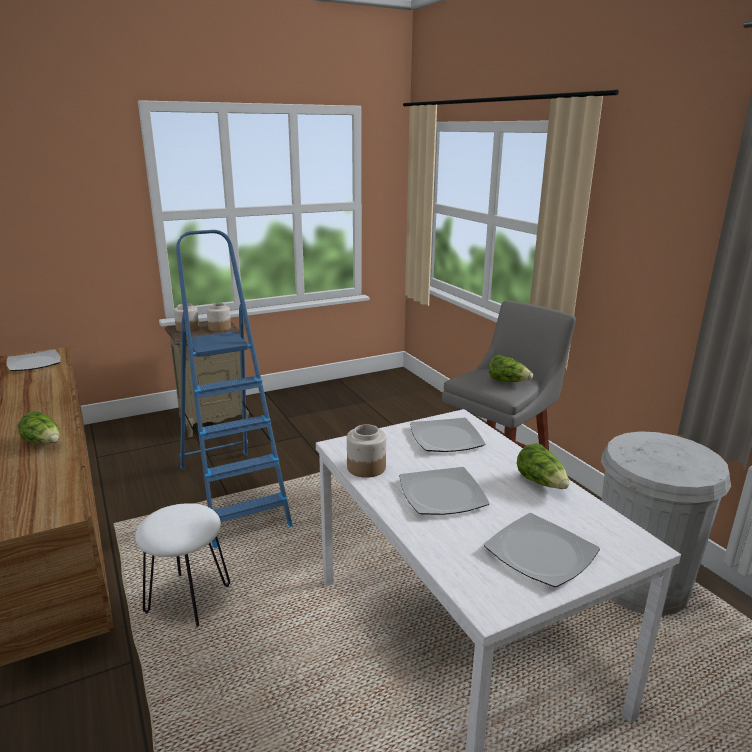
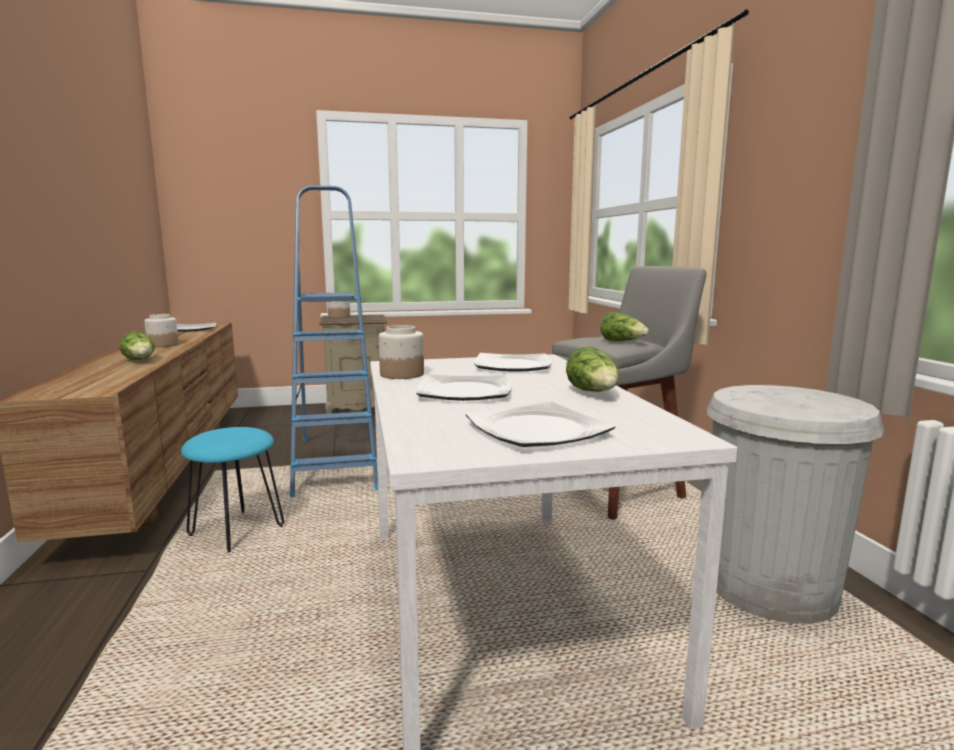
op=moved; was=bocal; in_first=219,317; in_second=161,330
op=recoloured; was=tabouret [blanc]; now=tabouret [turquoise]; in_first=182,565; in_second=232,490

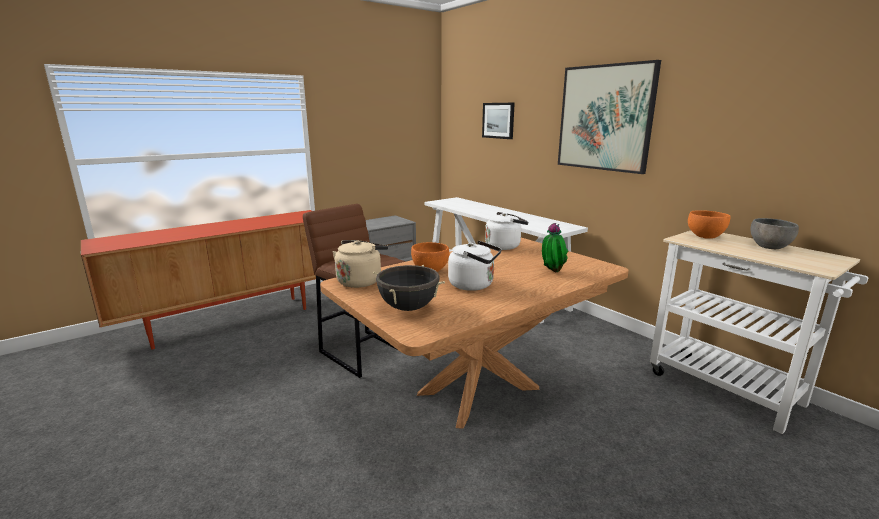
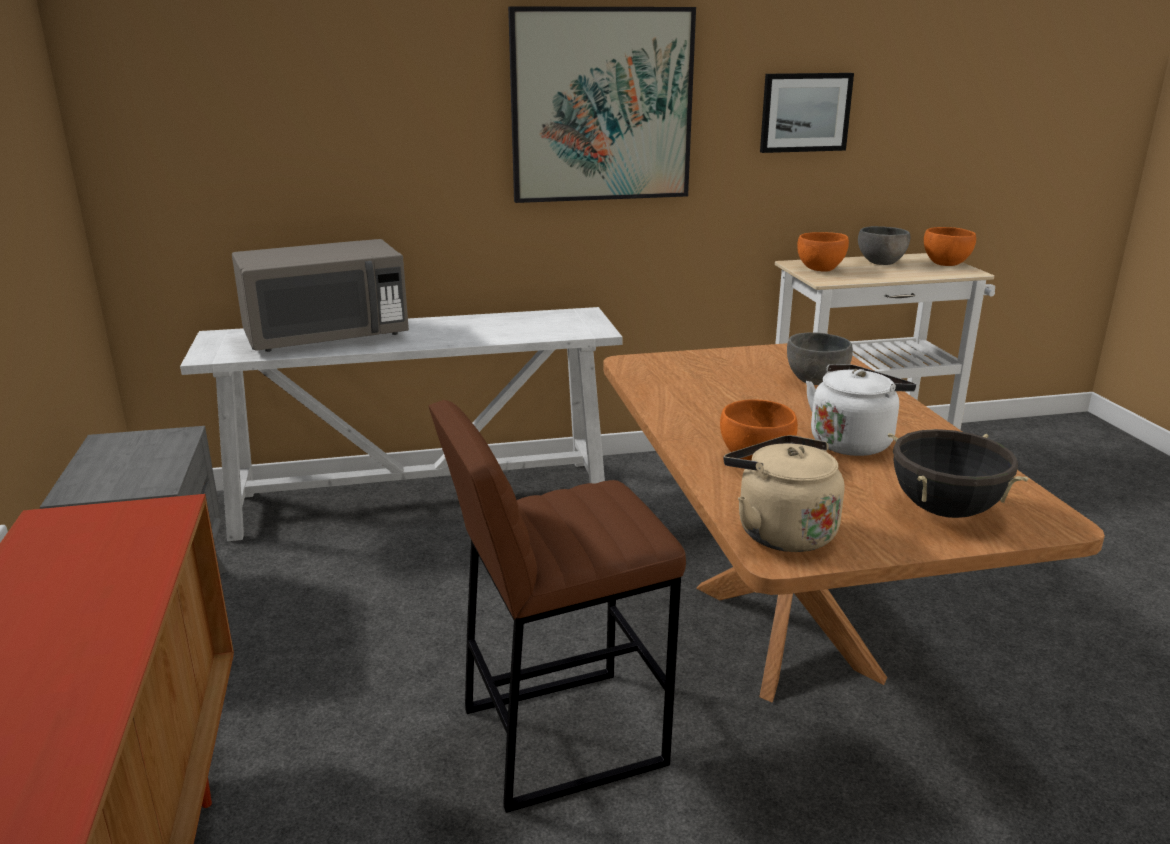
op=removed; was=bouilloire [blanc]; in_first=506,231
op=added; now=micro-ondes [gris]; in_second=320,295
op=added; now=bol [orange]; in_second=950,246
op=moved; was=tableau; in_first=498,121; in_second=807,113
op=replaced; was=plante en pot; now=bol [gris]; in_first=555,247; in_second=820,358

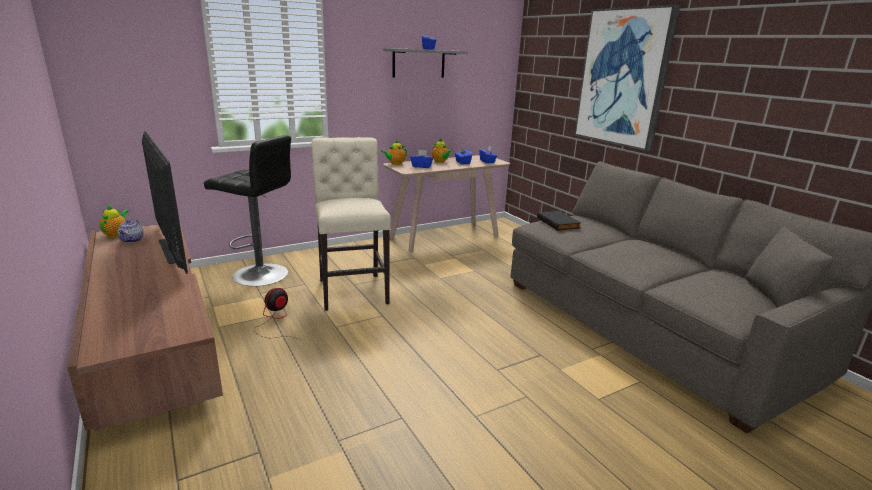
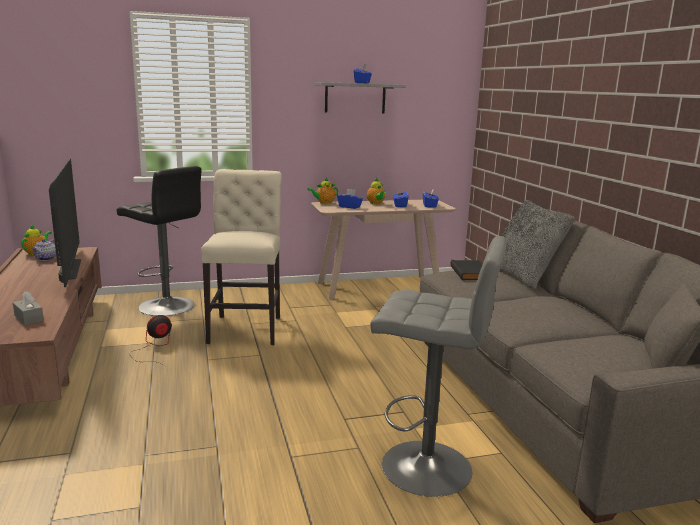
op=removed; was=tableau; in_first=627,78
op=added; now=boîte à mouchoirs [gris]; in_second=28,308
op=added; now=tabouret [gris]; in_second=438,366
op=added; now=coussin [gris]; in_second=537,244

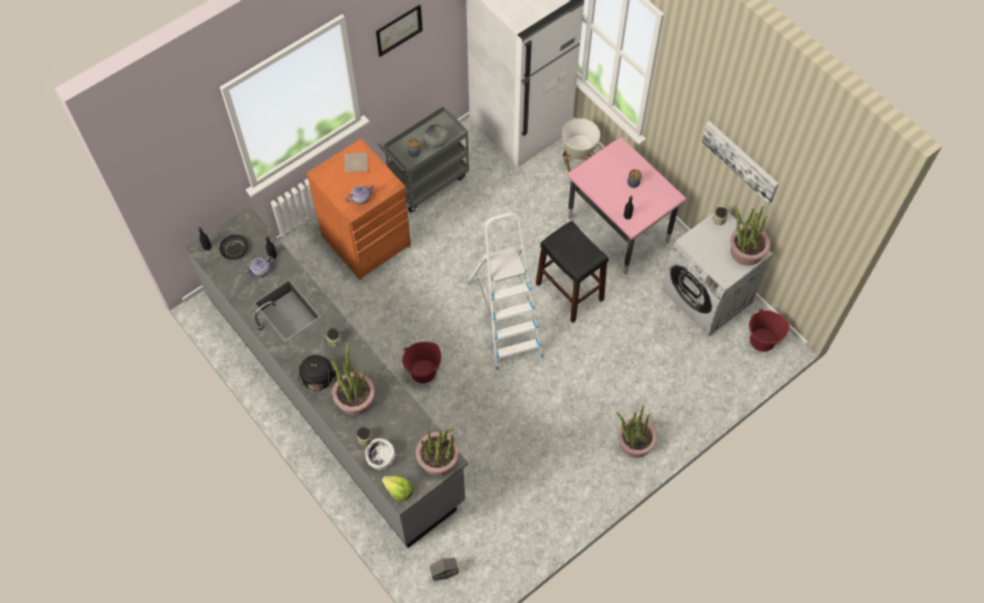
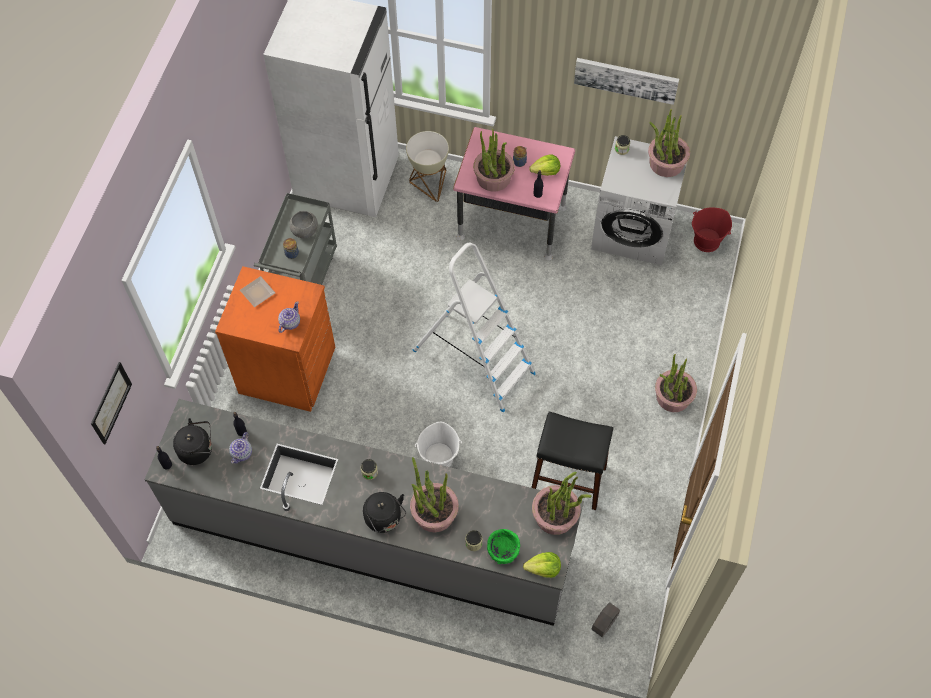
op=added; now=plante en pot; in_second=494,160
op=added; now=laitue; in_second=544,165
op=moved; was=tableau; in_first=399,31; in_second=111,403
op=moved; was=tabouret [noir]; in_first=572,271; in_second=572,460
op=replaced; was=assiette [noir]; now=bouilloire [noir]; in_first=233,247; in_second=192,441
op=recoloured; was=bol [blanc]; now=bol [vert]; in_first=380,454; in_second=503,546
op=recoloured; was=seau [rouge]; now=seau [blanc]; in_first=421,362; in_second=438,444

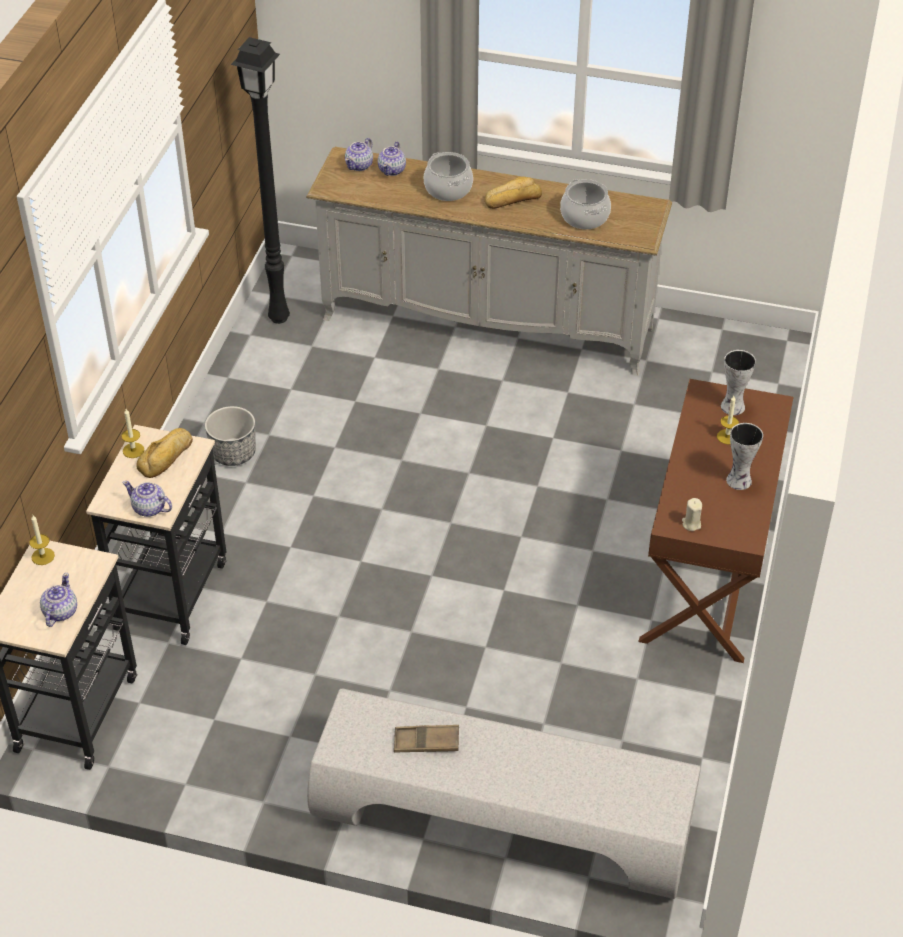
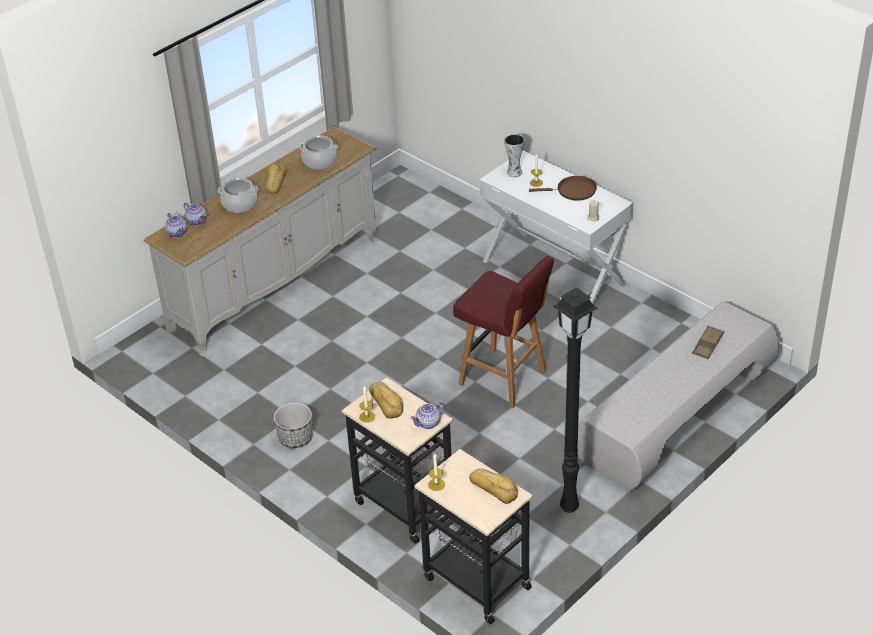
op=added; now=tabouret [rouge]; in_second=503,332
op=moved; was=lampadaire [noir]; in_first=260,180; in_second=575,400
op=moved; was=plateau [marron]; in_first=426,739; in_second=708,342
op=replaced; was=théière; now=pain; in_first=58,600; in_second=493,486
op=replaced; was=vase; now=poêle [marron]; in_first=744,456; in_second=563,188
op=recoloured; was=table console [marron]; now=table console [blanc]; in_first=716,521; in_second=556,227

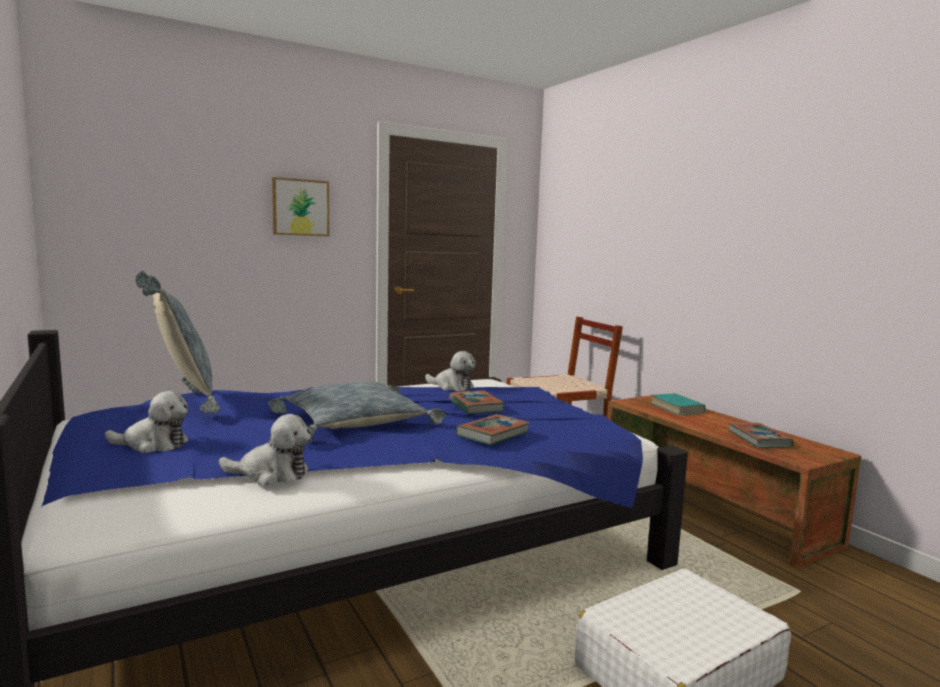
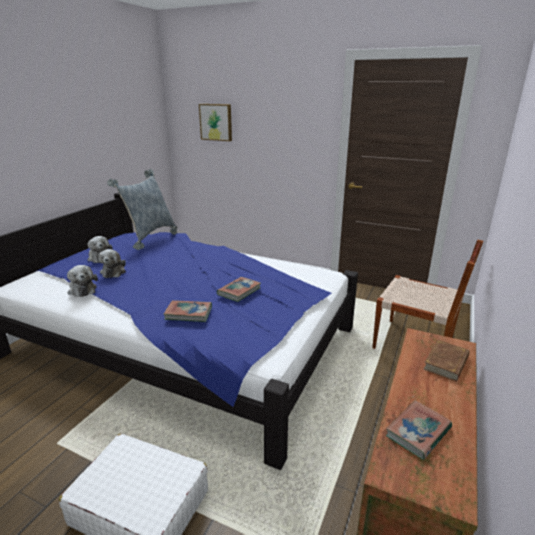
op=removed; was=coussin; in_first=357,412
op=moved; was=tableau; in_first=300,206; in_second=215,122
op=moved; was=peluche; in_first=450,371; in_second=112,263
op=recoloured; was=livre [turquoise]; now=livre [marron]; in_first=678,404; in_second=446,361

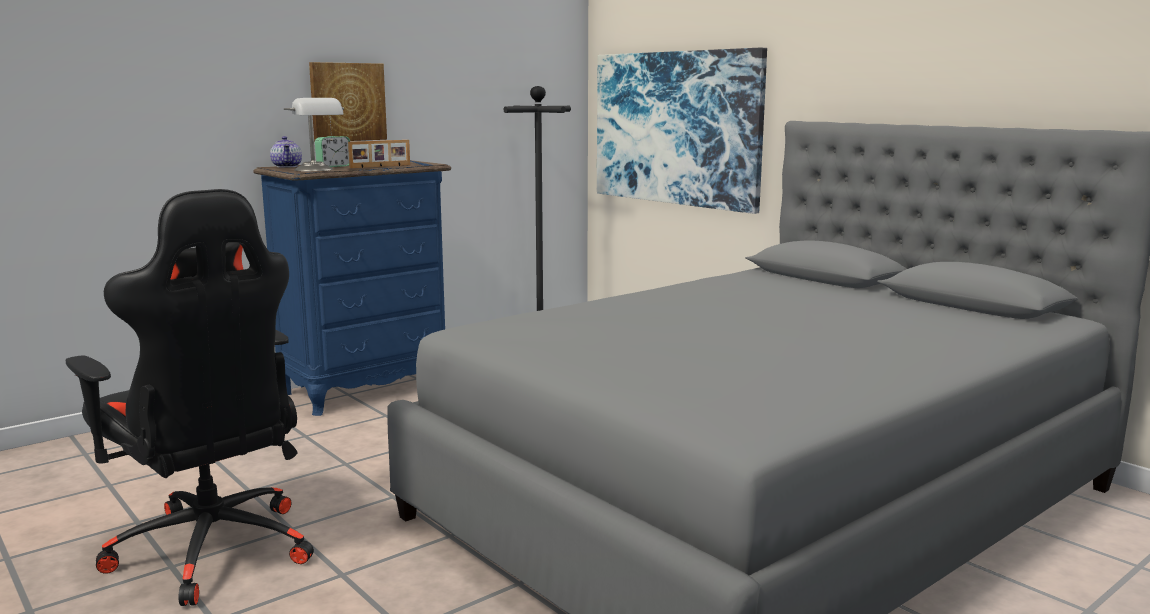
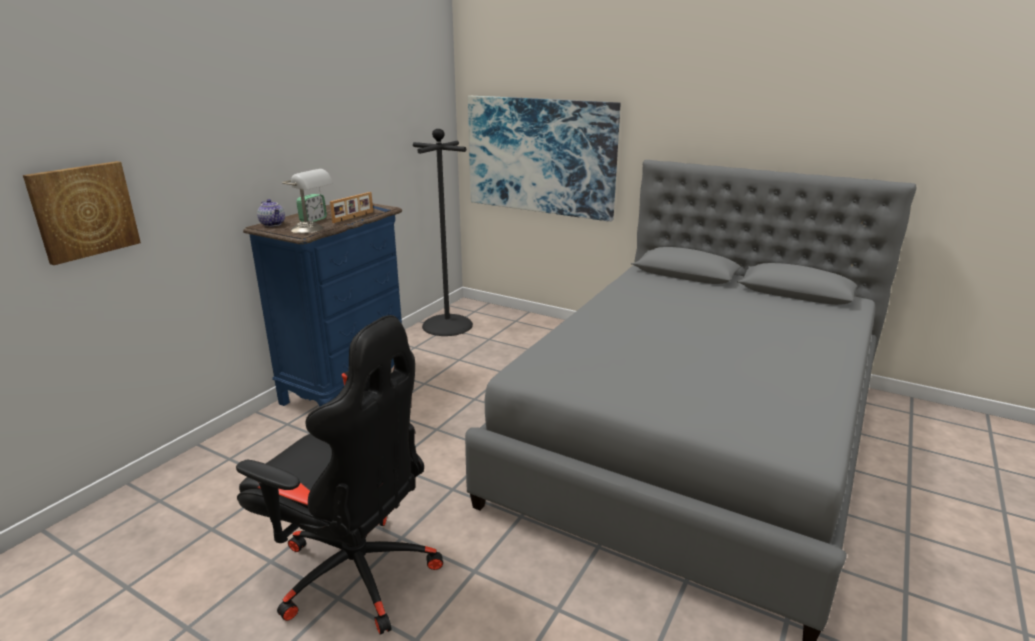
op=moved; was=tableau; in_first=348,102; in_second=82,213

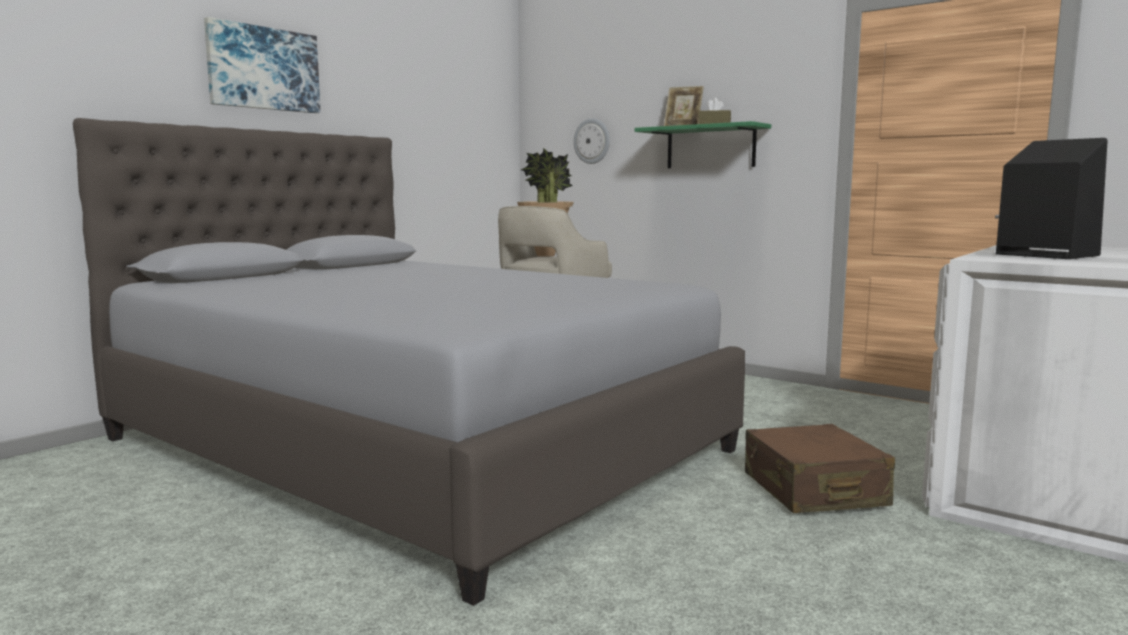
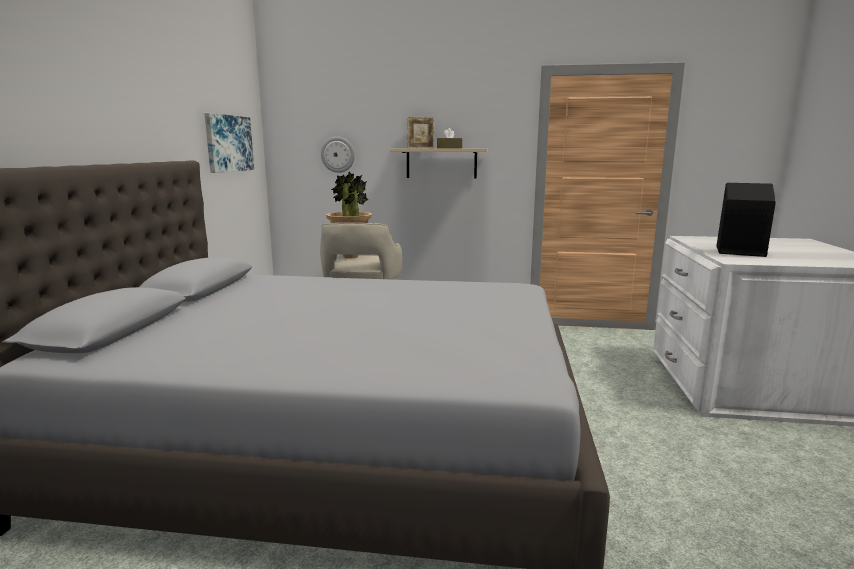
op=removed; was=valise [marron]; in_first=820,468
op=moved; was=tableau; in_first=262,65; in_second=229,143
op=recoloured; was=étagère [vert]; now=étagère [beige]; in_first=703,144; in_second=439,163

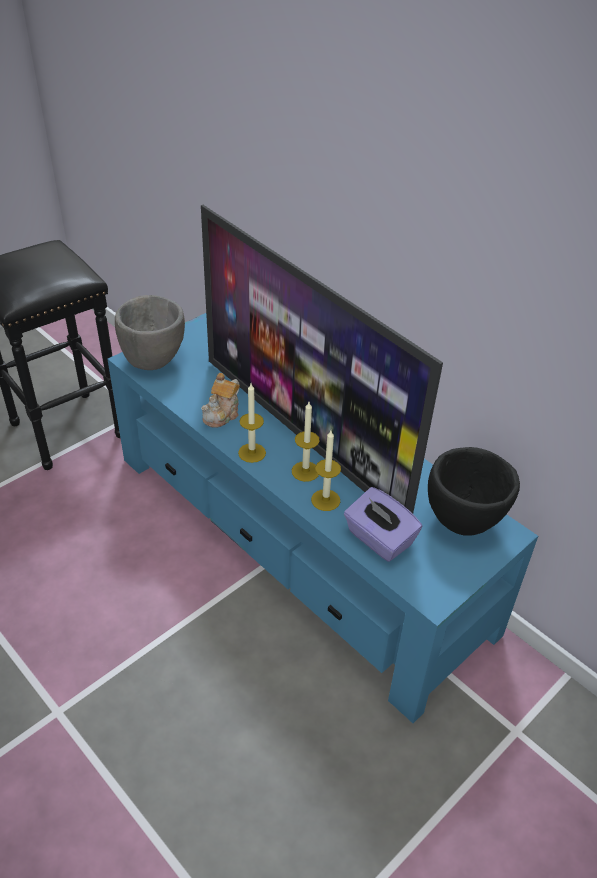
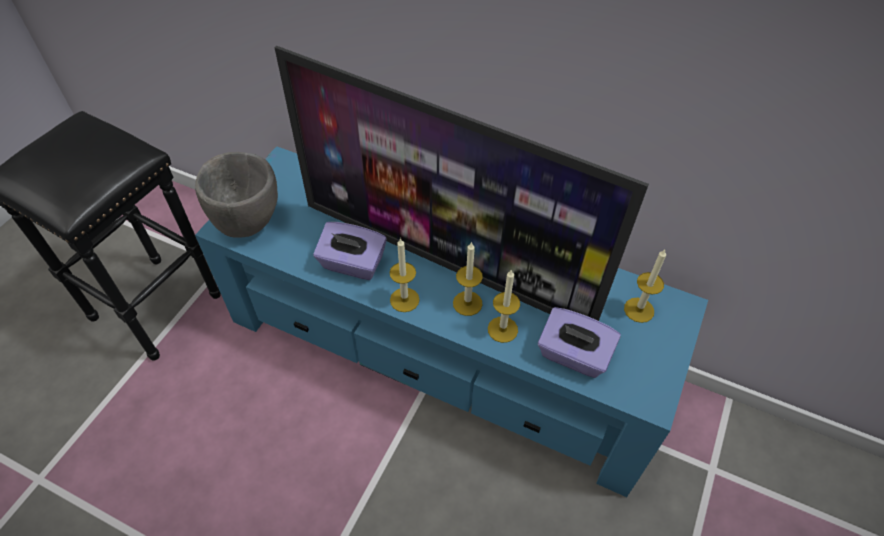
op=replaced; was=théière; now=boîte à mouchoirs [violet]; in_first=220,400; in_second=350,251
op=replaced; was=bol [noir]; now=bougie; in_first=474,491; in_second=645,286

